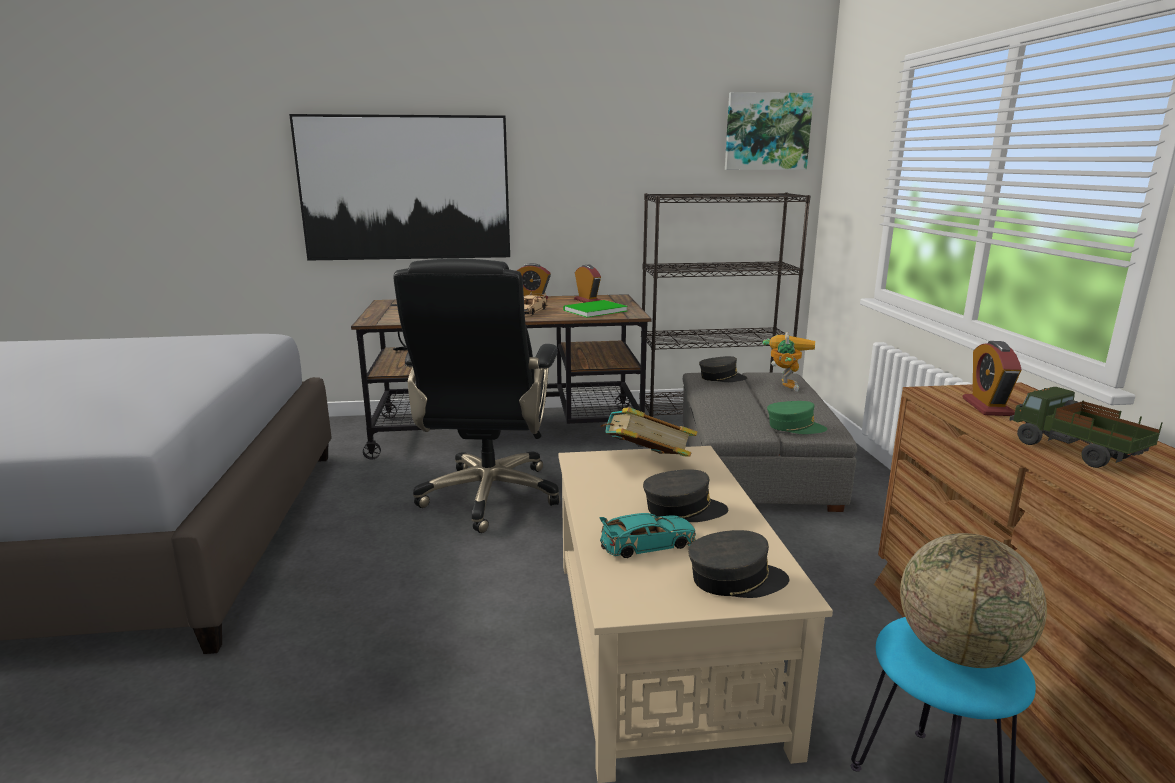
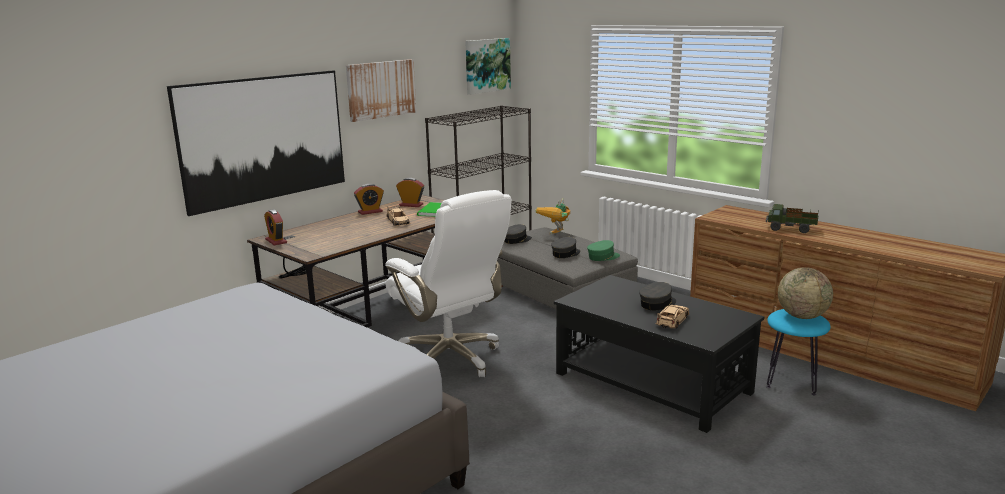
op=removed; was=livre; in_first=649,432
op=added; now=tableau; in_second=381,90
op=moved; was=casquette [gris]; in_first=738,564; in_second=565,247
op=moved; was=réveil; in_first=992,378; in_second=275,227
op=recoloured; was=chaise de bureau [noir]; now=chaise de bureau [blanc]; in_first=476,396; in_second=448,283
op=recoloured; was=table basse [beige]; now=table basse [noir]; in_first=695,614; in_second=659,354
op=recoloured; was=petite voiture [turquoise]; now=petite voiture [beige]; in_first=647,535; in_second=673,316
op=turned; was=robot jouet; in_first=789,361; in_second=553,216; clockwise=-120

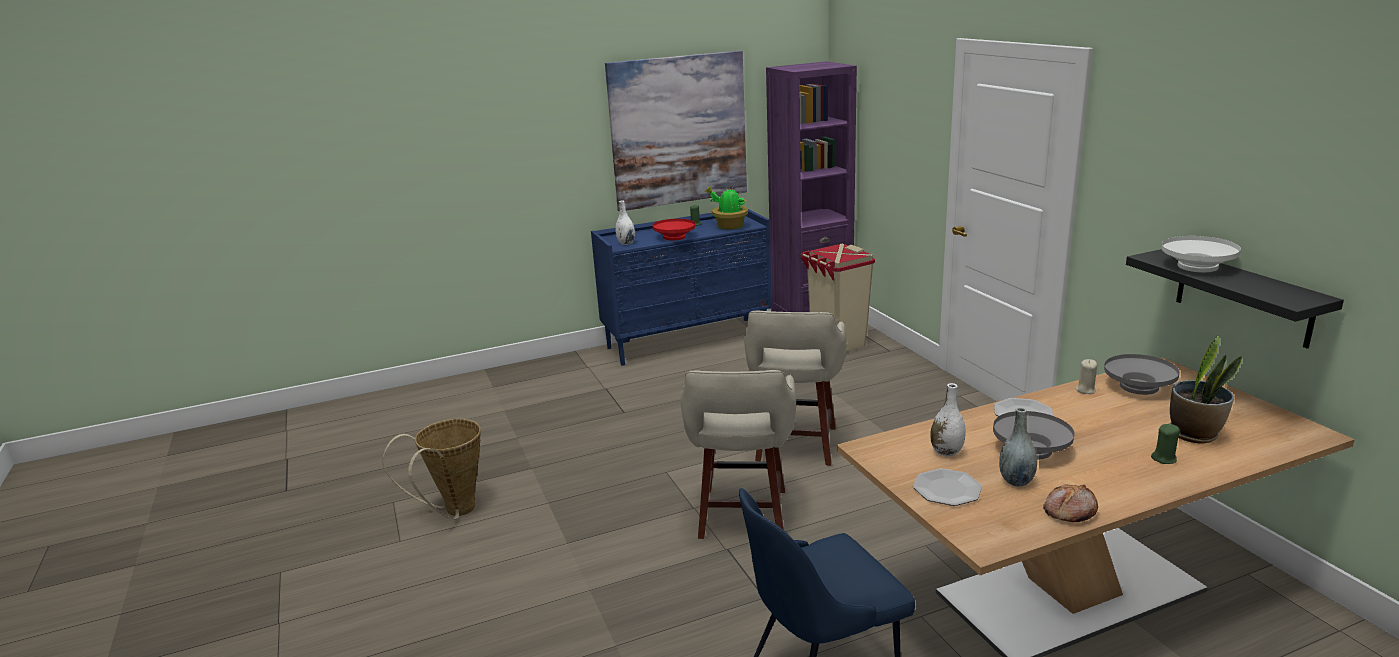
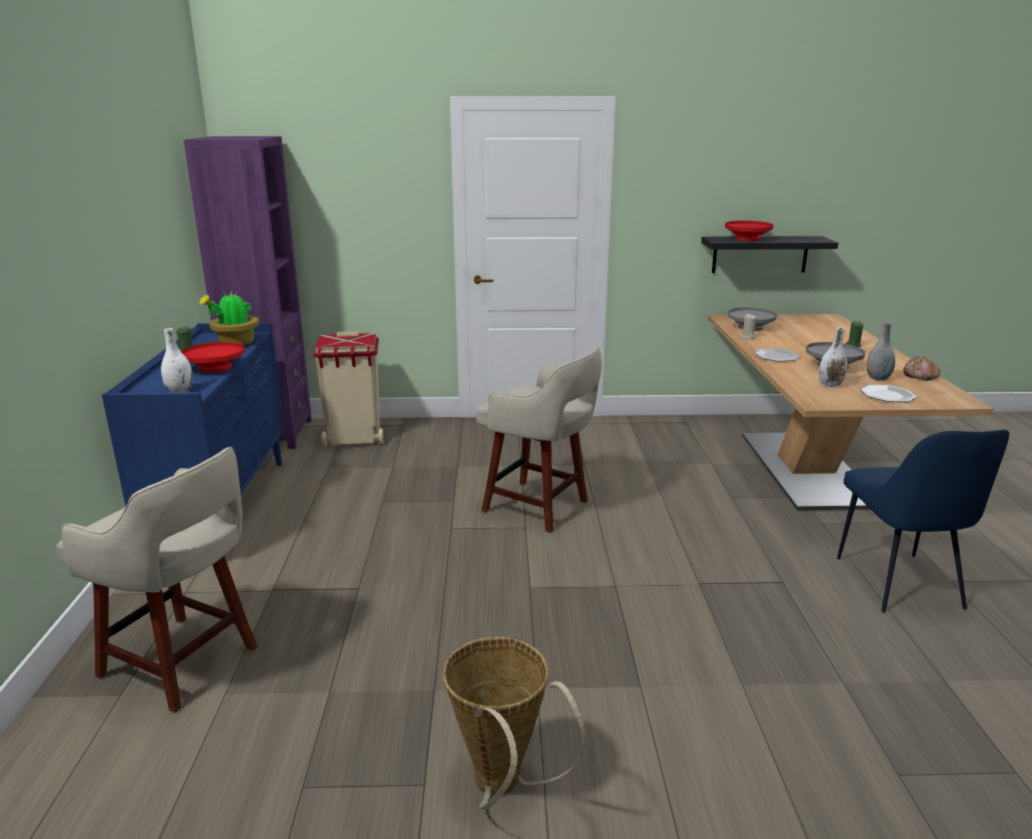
op=removed; was=tableau; in_first=676,131
op=removed; was=plante en pot; in_first=1206,389
op=moved; was=tabouret [beige]; in_first=738,454; in_second=157,580
op=recoloured; was=bol [blanc]; now=bol [rouge]; in_first=1201,254; in_second=749,231

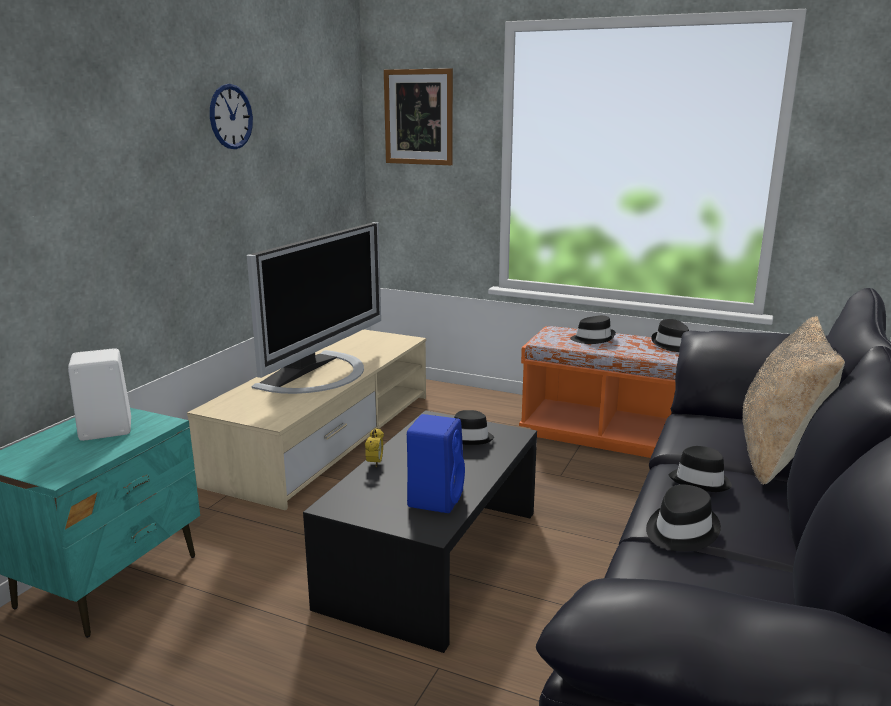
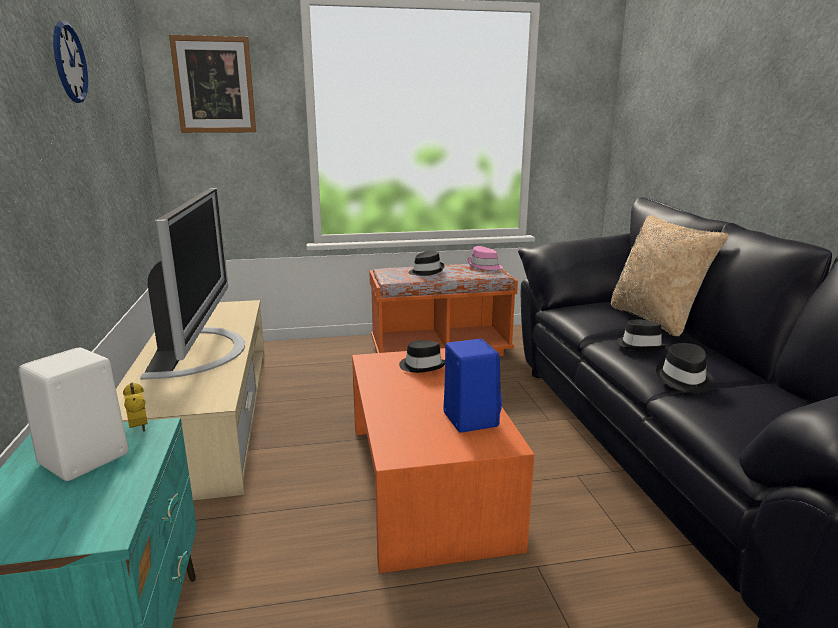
op=moved; was=réveil; in_first=374,448; in_second=135,407
op=recoloured; was=table basse [noir]; now=table basse [orange]; in_first=420,531; in_second=443,460
op=recoloured; was=chapeau [noir]; now=chapeau [rose]; in_first=670,335; in_second=485,258

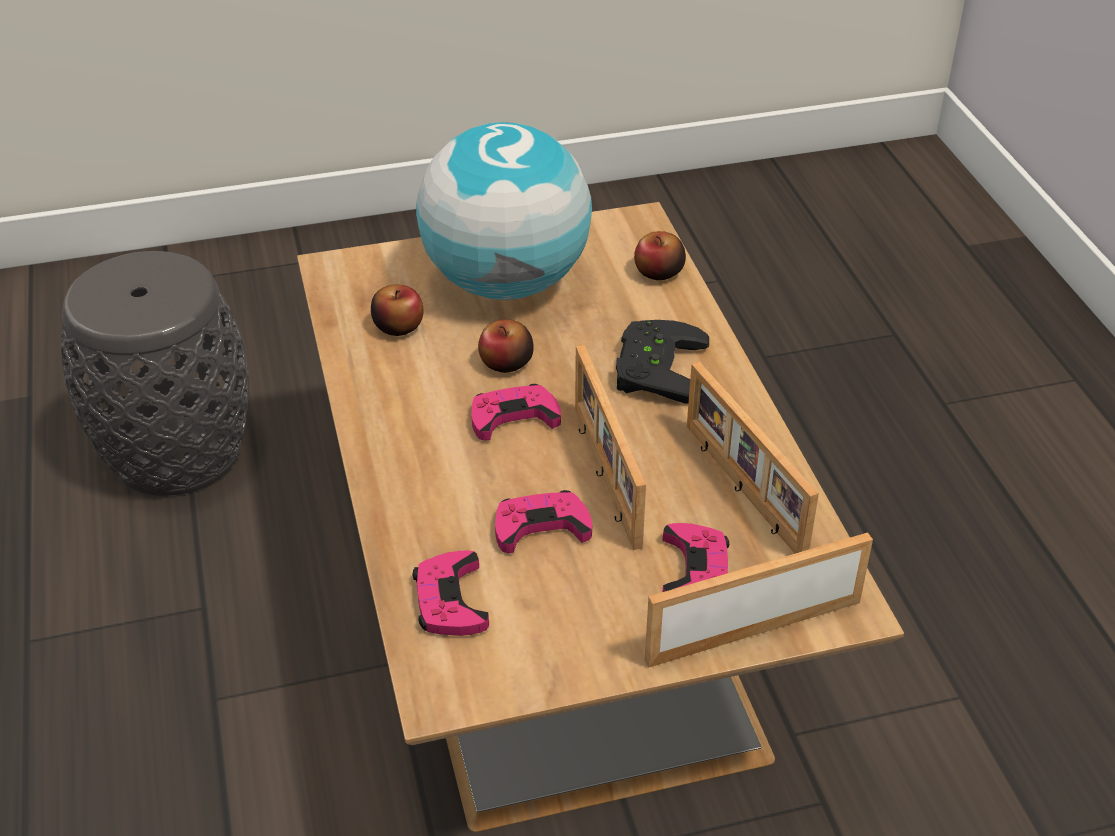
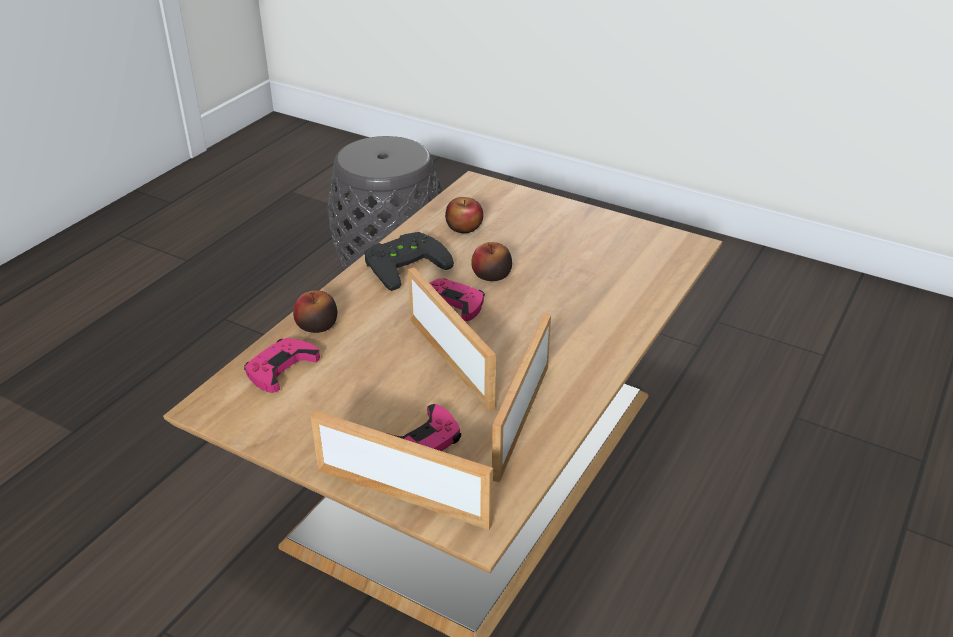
op=removed; was=globe; in_first=504,211
op=removed; was=manette [rose]; in_first=543,521
op=moved; was=manette [noir]; in_first=662,362; in_second=409,261
op=moved; was=pomme; in_first=660,255; in_second=315,311
op=turned; was=cadre photo; in_first=610,447; in_second=452,339; clockwise=120

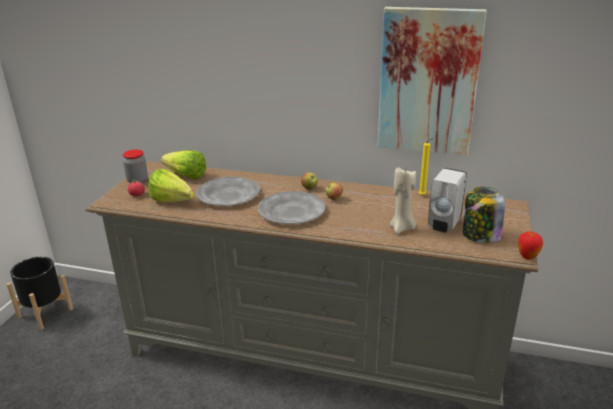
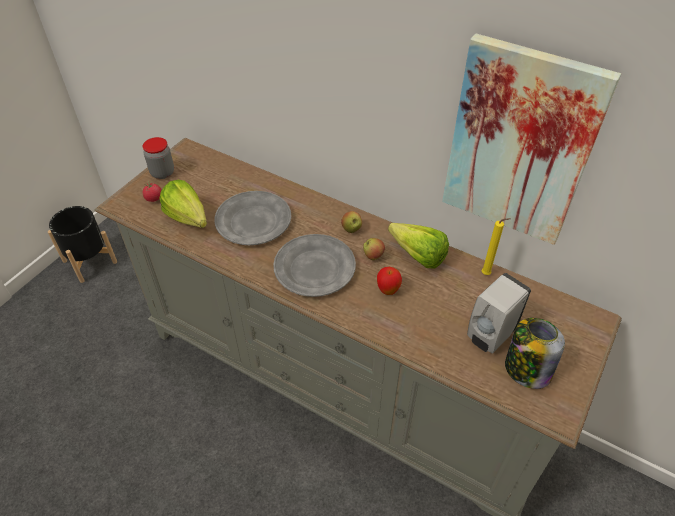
op=removed; was=bougie [beige]; in_first=403,200
op=moved; was=laitue; in_first=183,164; in_second=418,245
op=moved; was=pomme; in_first=530,245; in_second=389,281

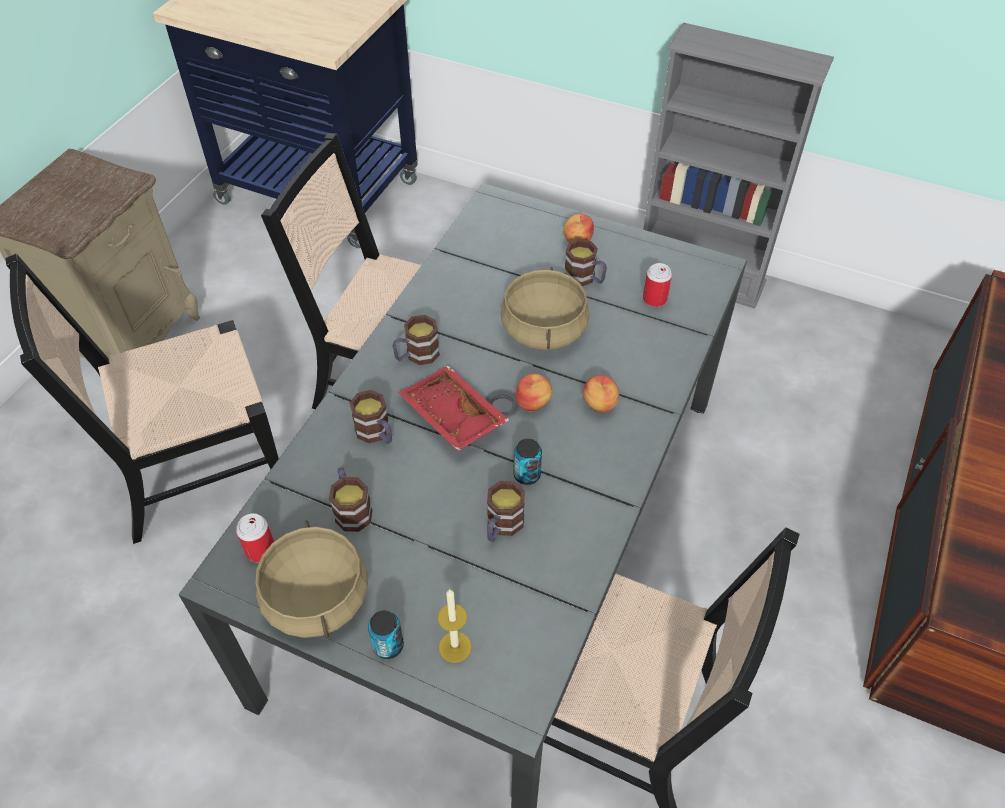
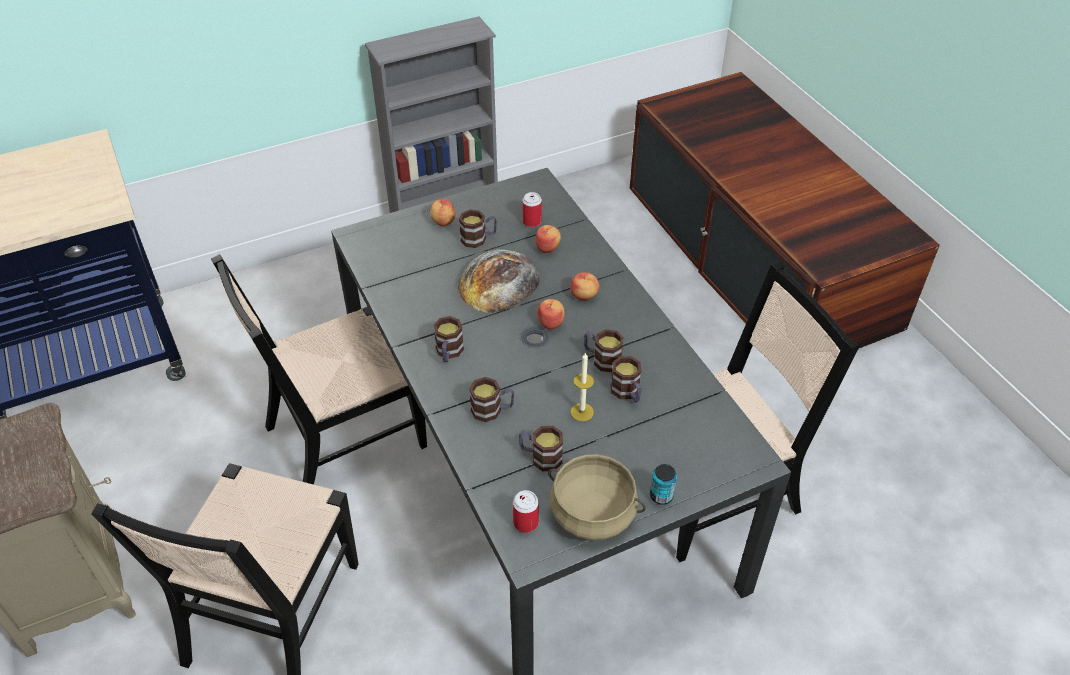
op=removed; was=plateau [rouge]; in_first=453,408
op=added; now=pomme; in_second=548,239
op=moved; was=bougie; in_first=455,626; in_second=582,387
op=replaced; was=marmite [beige]; now=pain; in_first=545,308; in_second=498,281
op=replaced; was=boîte métallique; now=mug; in_first=528,462; in_second=604,350

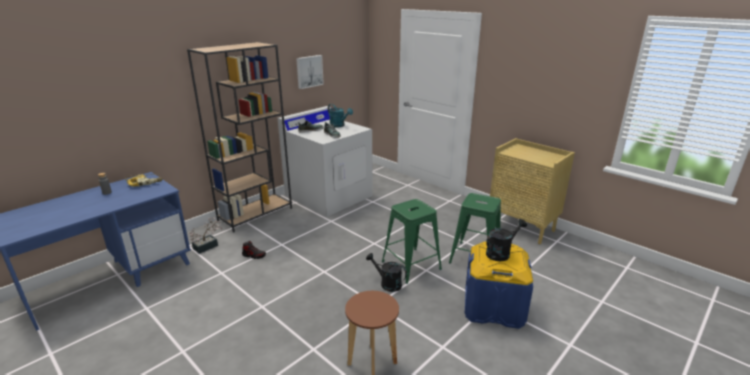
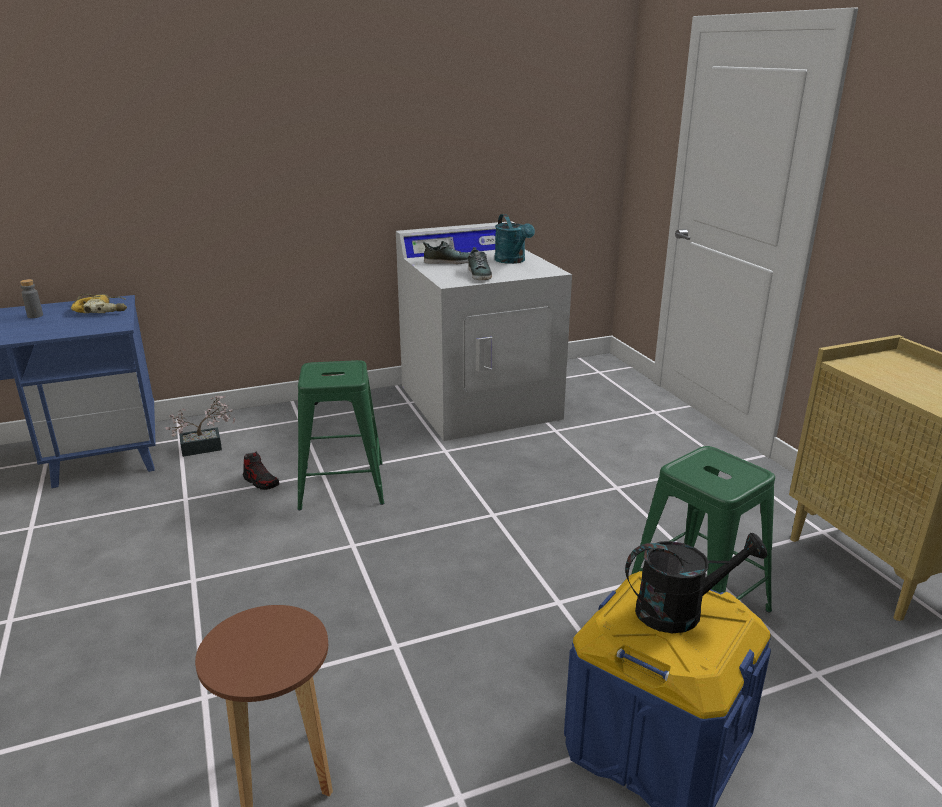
op=removed; was=bibliothèque; in_first=239,137
op=removed; was=tableau; in_first=310,72
op=removed; was=arrosoir [noir]; in_first=386,272
op=moved; was=tabouret [vert]; in_first=412,241; in_second=340,435

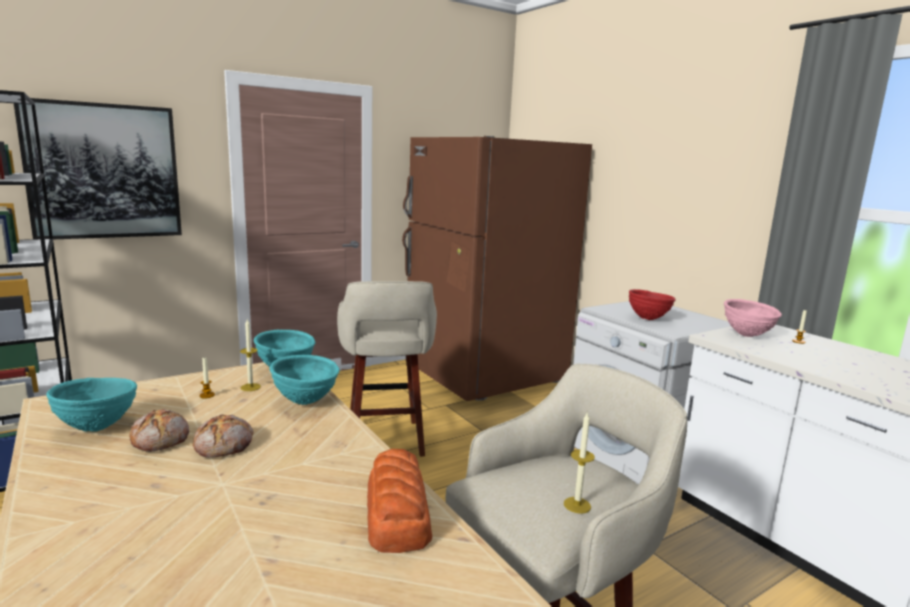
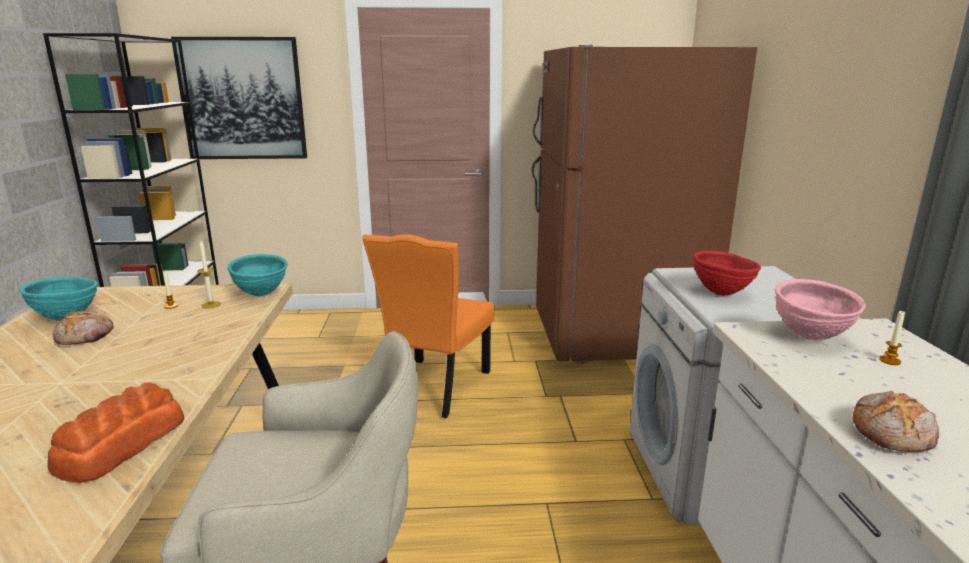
op=removed; was=bol [turquoise]; in_first=304,380
op=removed; was=bougie; in_first=579,463
op=moved; was=pain; in_first=223,436; in_second=896,421
op=replaced; was=tabouret [beige]; now=chaise [orange]; in_first=387,369; in_second=428,326

